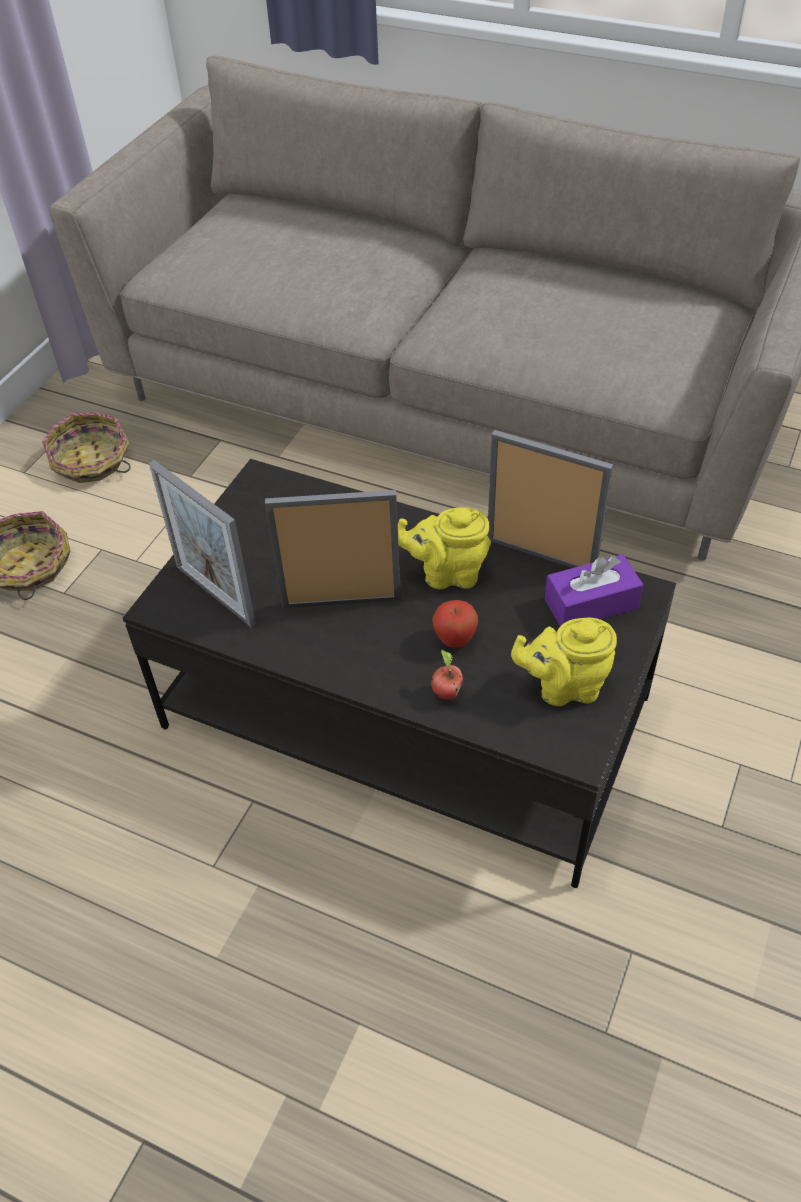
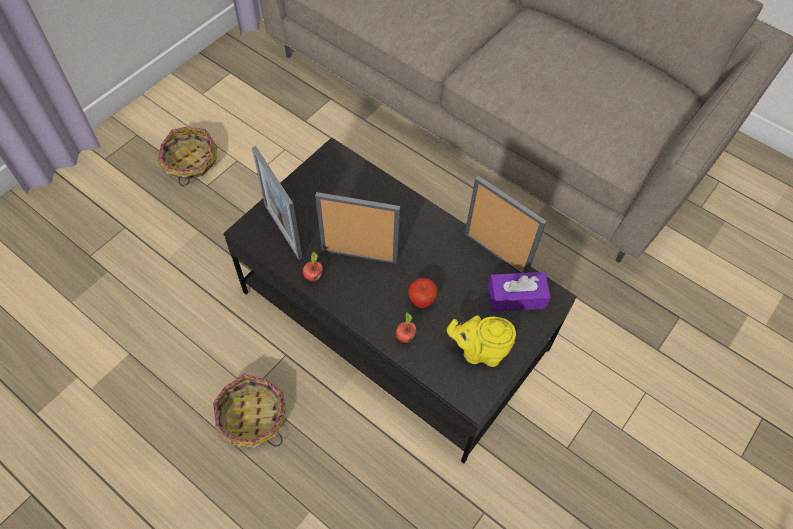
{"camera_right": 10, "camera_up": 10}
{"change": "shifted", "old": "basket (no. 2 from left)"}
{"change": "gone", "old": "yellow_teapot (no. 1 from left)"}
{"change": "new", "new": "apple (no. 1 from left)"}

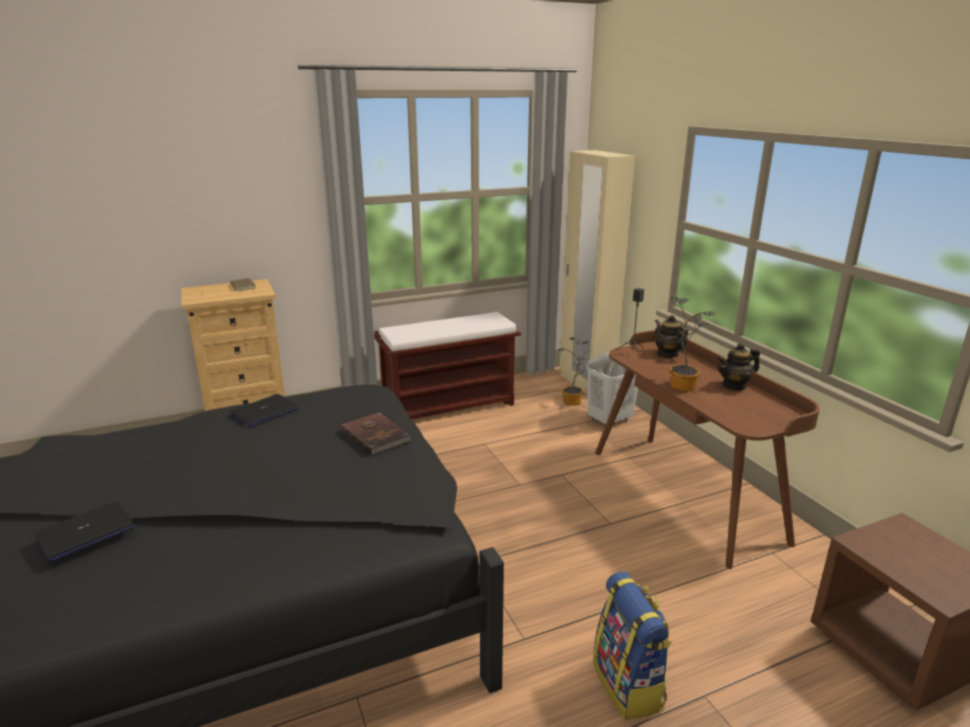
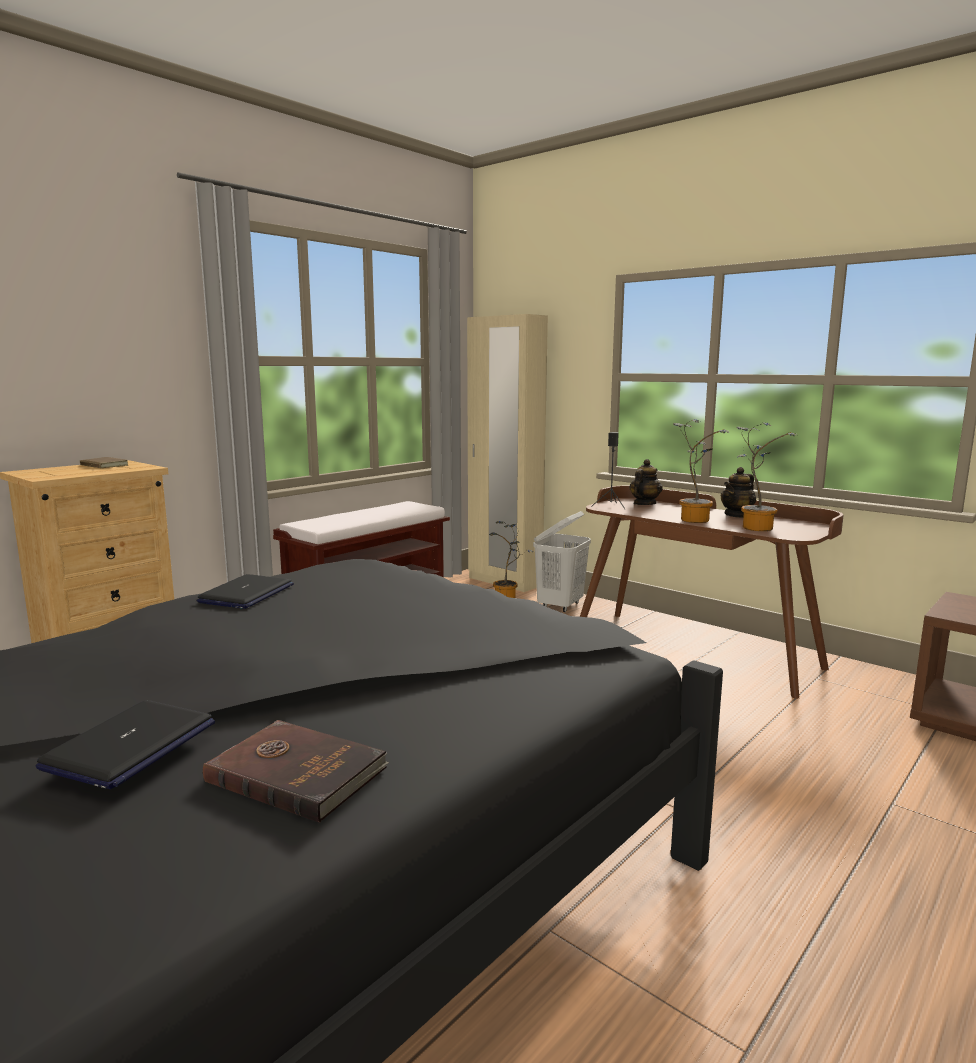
{"camera_right": -25, "camera_up": -10}
{"change": "rotated", "old": "teapot (no. 1 from left)", "degrees": 90}
{"change": "shifted", "old": "brown_book (no. 2 from left)"}
{"change": "gone", "old": "backpack"}
{"change": "new", "new": "potted_plant (no. 3 from left)"}

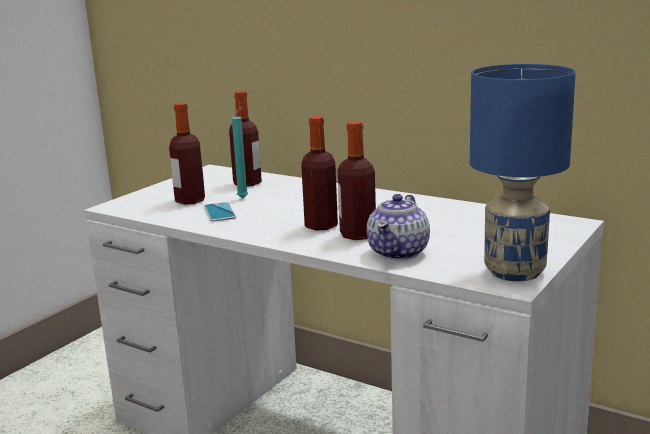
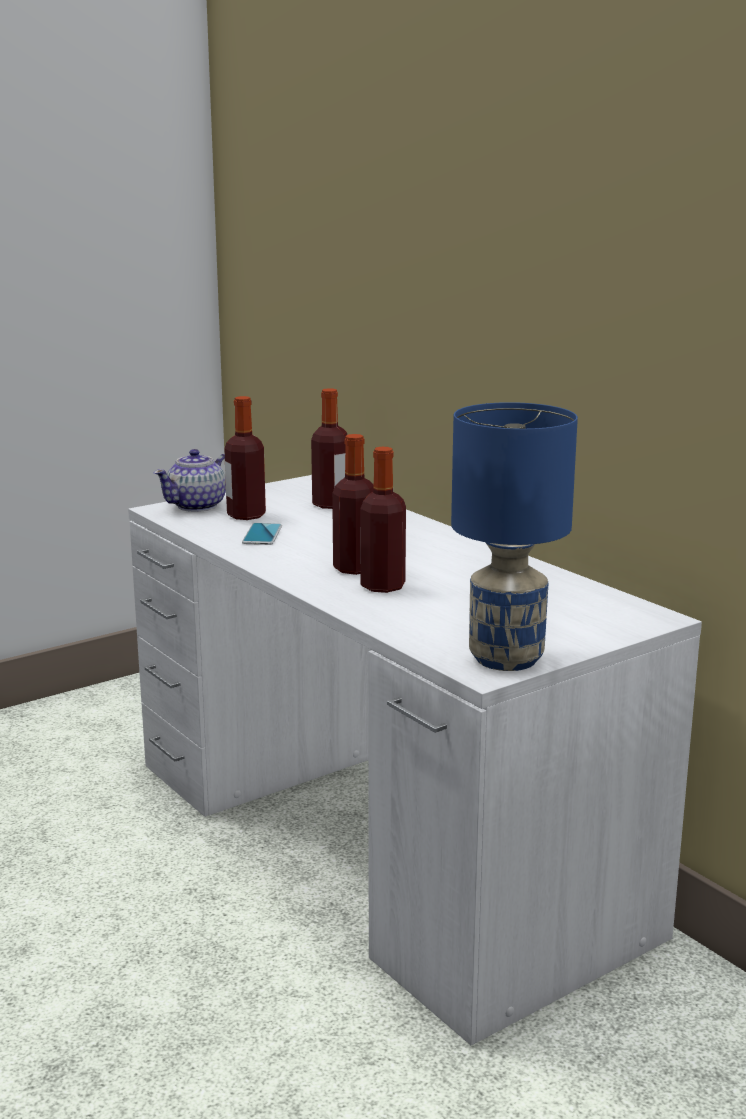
{"camera_right": 20, "camera_up": 0}
{"change": "gone", "old": "turquoise_candle"}
{"change": "shifted", "old": "teapot"}

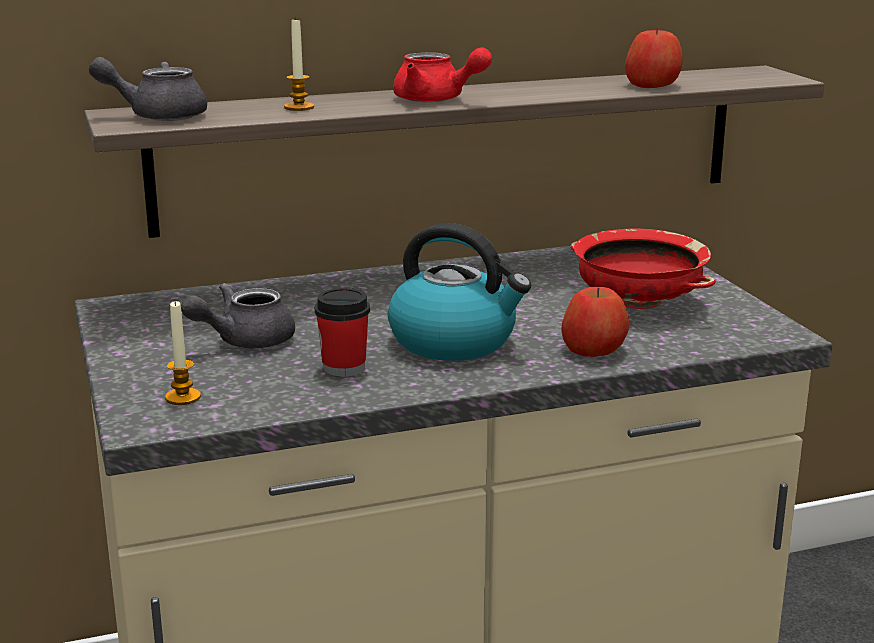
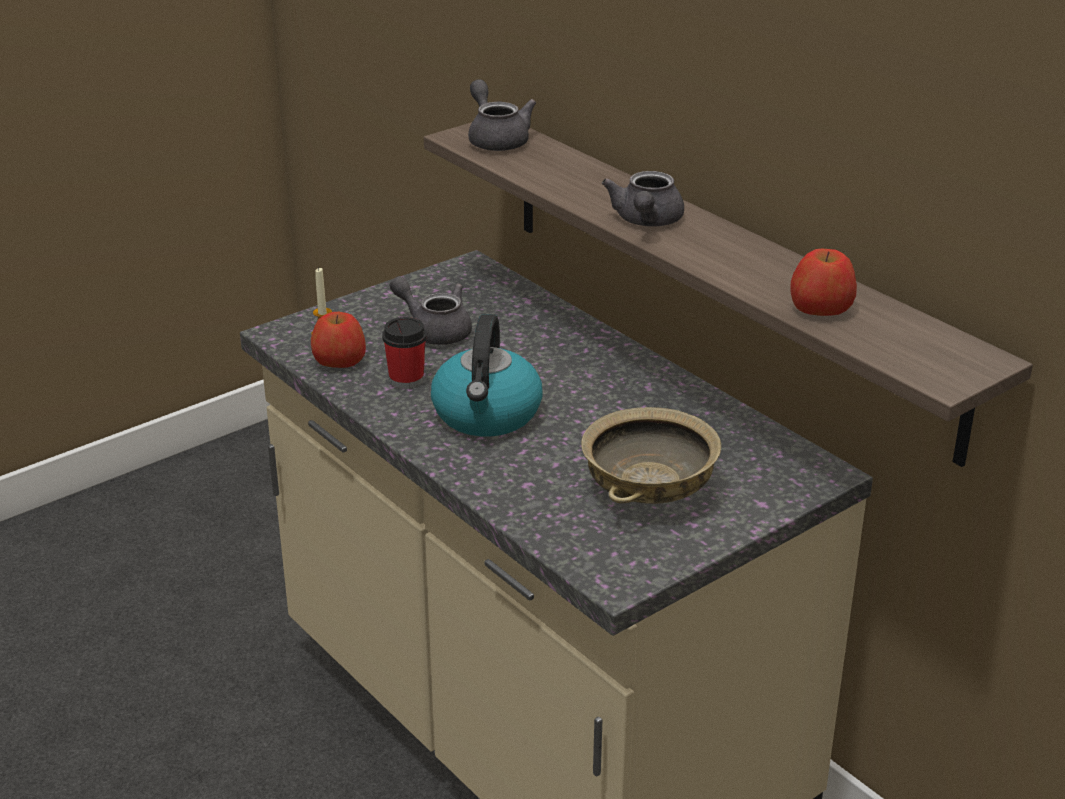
{"camera_right": 70, "camera_up": 10}
{"change": "gone", "old": "candle (no. 2 from left)"}
{"change": "repainted", "old": "red_teapot", "new": "grey_teapot (no. 3 from left)"}
{"change": "repainted", "old": "red_bowl", "new": "beige_bowl"}
{"change": "shifted", "old": "apple (no. 1 from left)"}

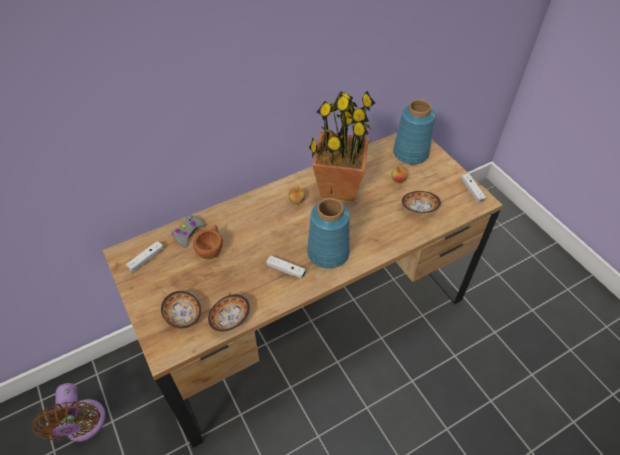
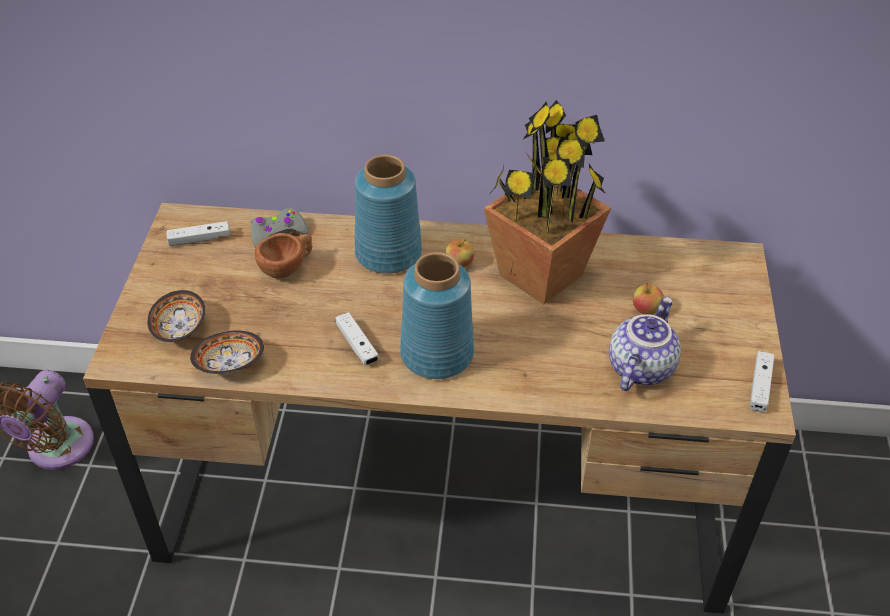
{"camera_right": 35, "camera_up": -5}
{"change": "shifted", "old": "blue_vase (no. 2 from left in the first image)", "new": "blue_vase (no. 1 from left)"}
{"change": "swapped", "old": "bowl (no. 3 from left)", "new": "teapot"}

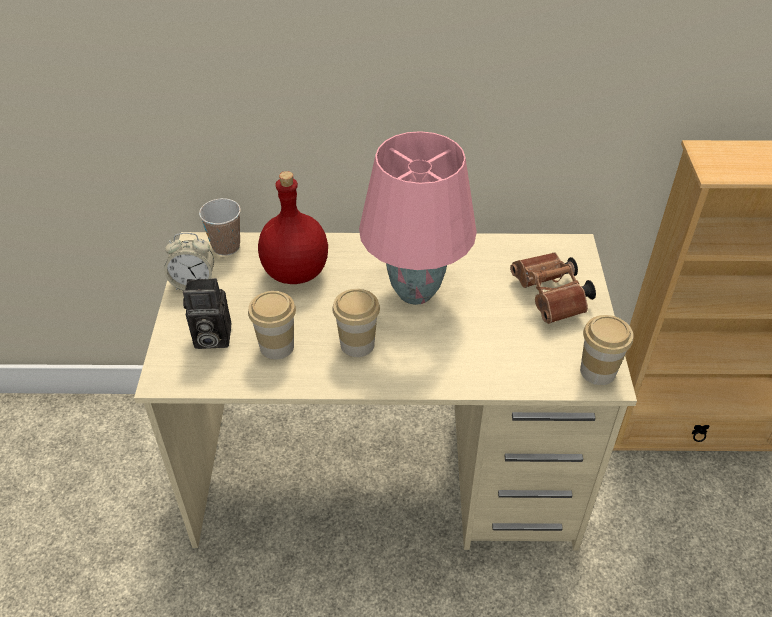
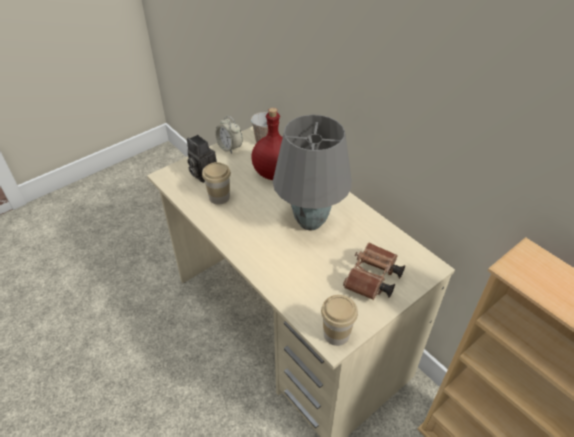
{"camera_right": 50, "camera_up": 0}
{"change": "repainted", "old": "pink_table_lamp", "new": "grey_table_lamp"}
{"change": "gone", "old": "cup (no. 3 from left)"}

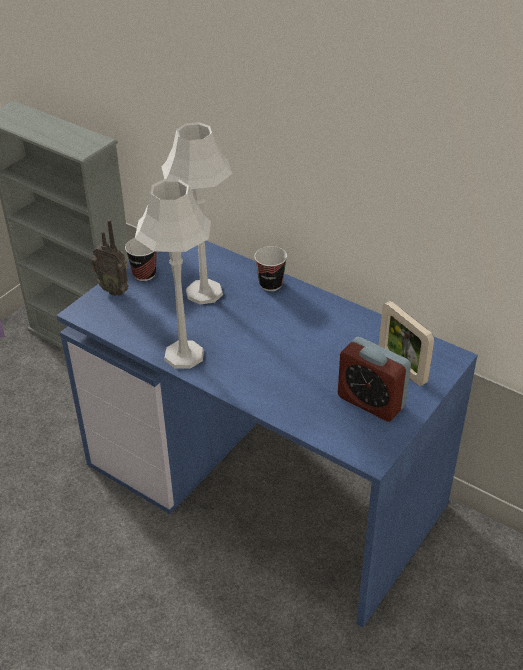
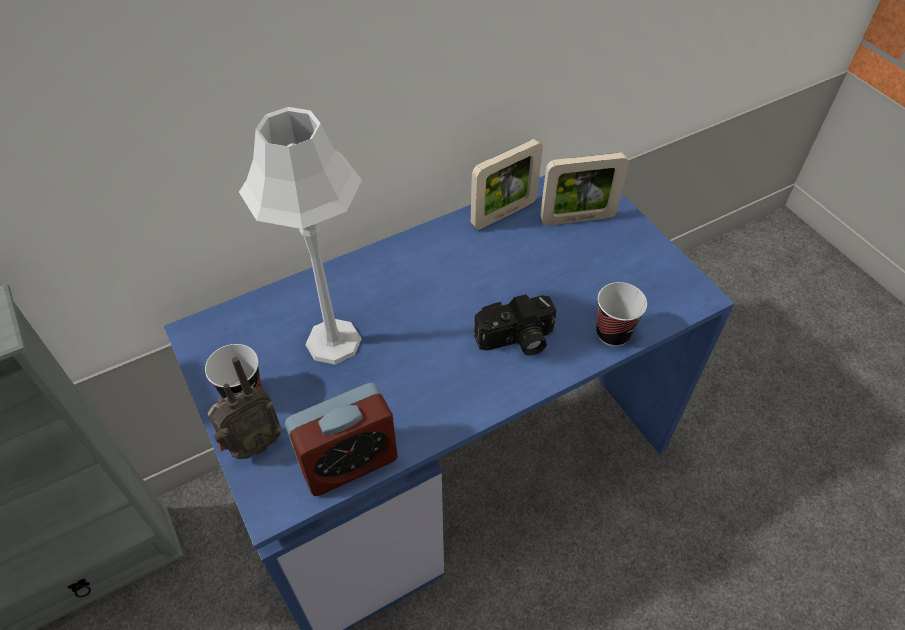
{"camera_right": -65, "camera_up": 10}
{"change": "gone", "old": "grey_table_lamp (no. 1 from left)"}
{"change": "shifted", "old": "cup (no. 2 from left)"}
{"change": "shifted", "old": "alarm_clock"}
{"change": "new", "new": "picture_frame (no. 1 from left)"}
{"change": "new", "new": "photo_camera"}

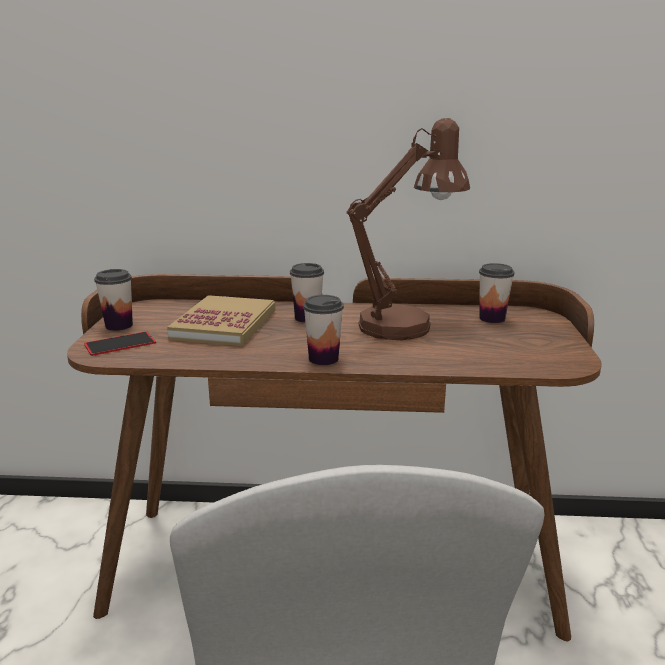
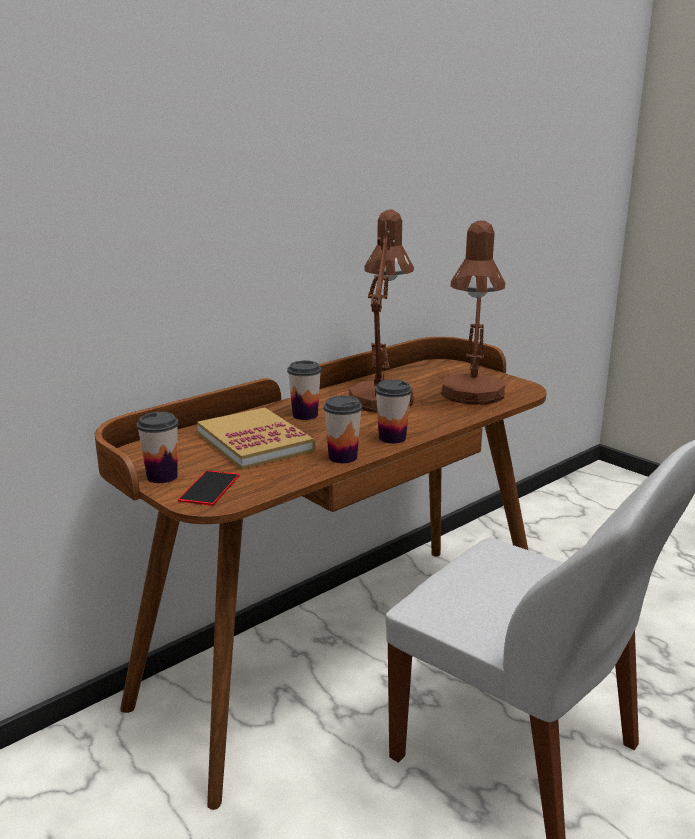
{"camera_right": -45, "camera_up": 0}
{"change": "shifted", "old": "cup (no. 4 from left in the first image)", "new": "cup (no. 3 from left)"}
{"change": "new", "new": "brown_table_lamp (no. 2 from left)"}

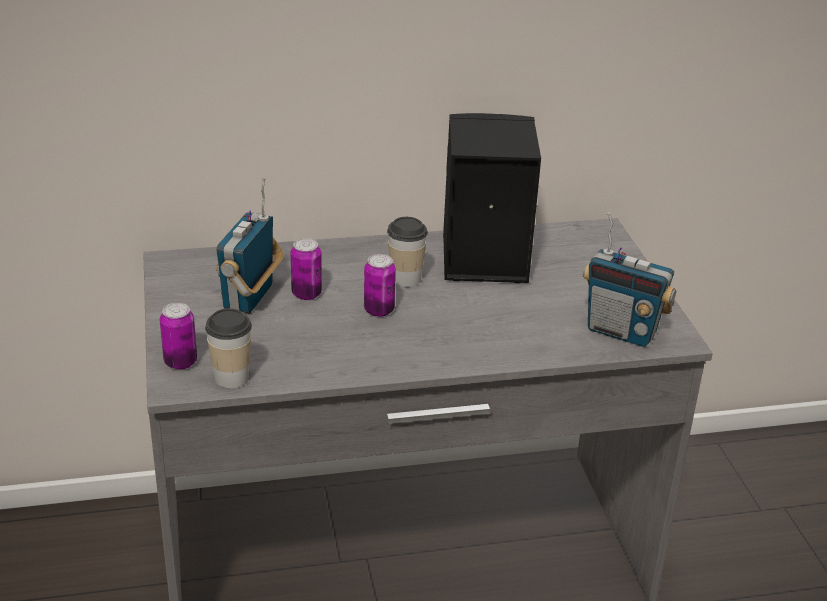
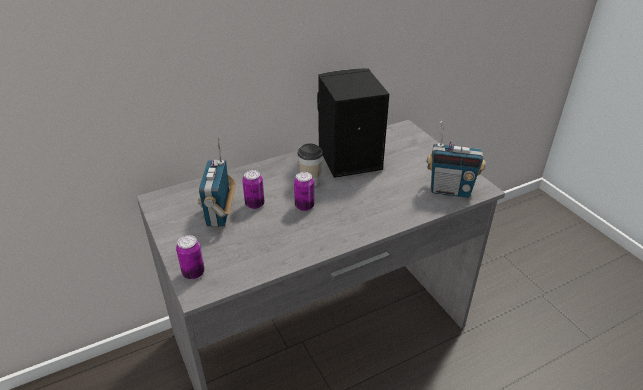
{"camera_right": -15, "camera_up": 5}
{"change": "gone", "old": "cup (no. 1 from left)"}

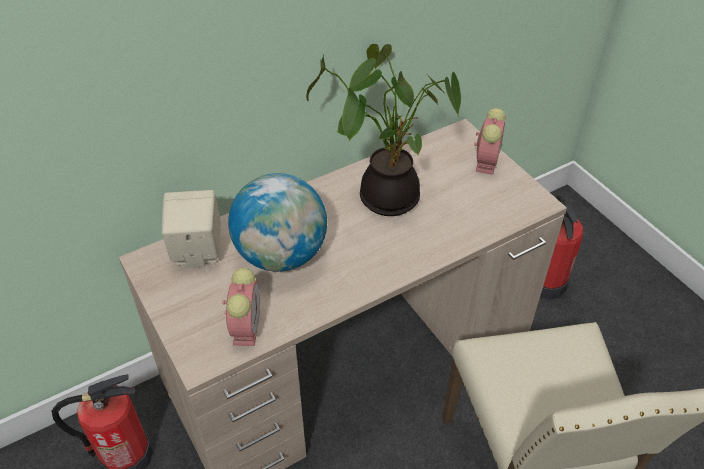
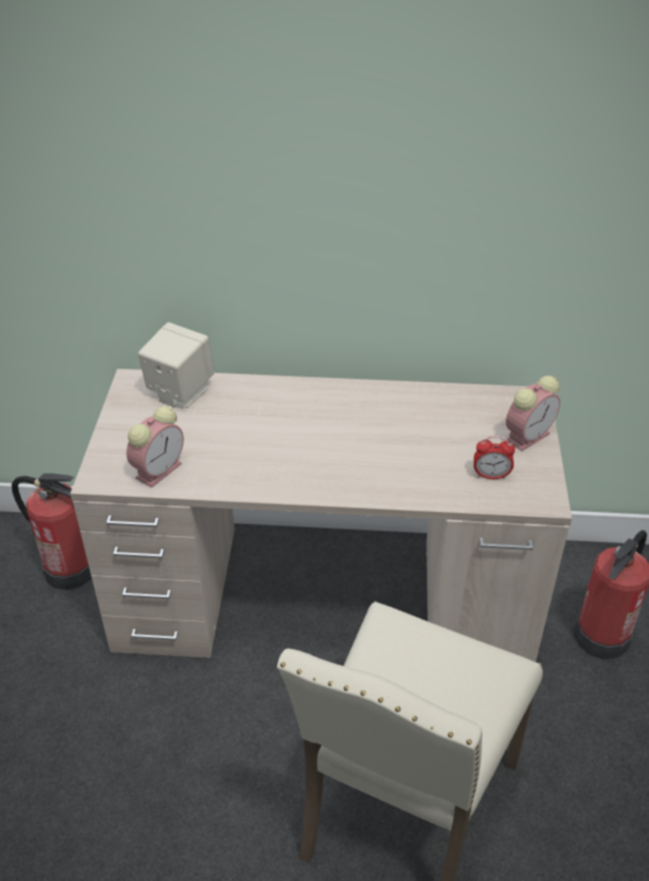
{"camera_right": 35, "camera_up": -5}
{"change": "gone", "old": "potted_plant"}
{"change": "gone", "old": "globe"}
{"change": "new", "new": "alarm_clock (no. 2 from left)"}

